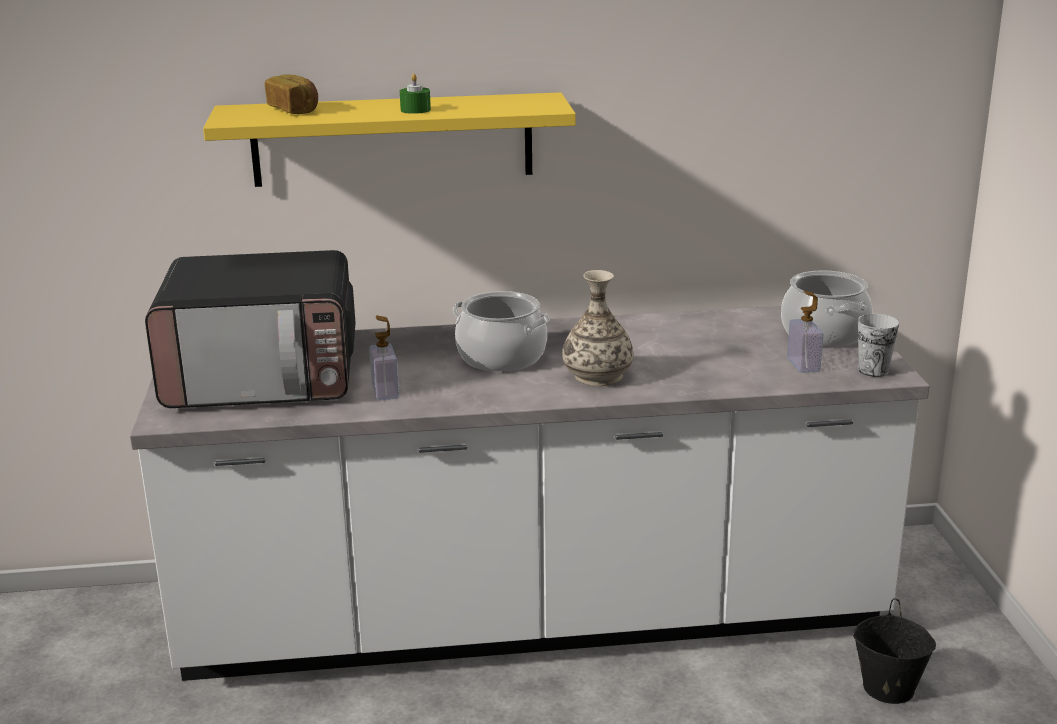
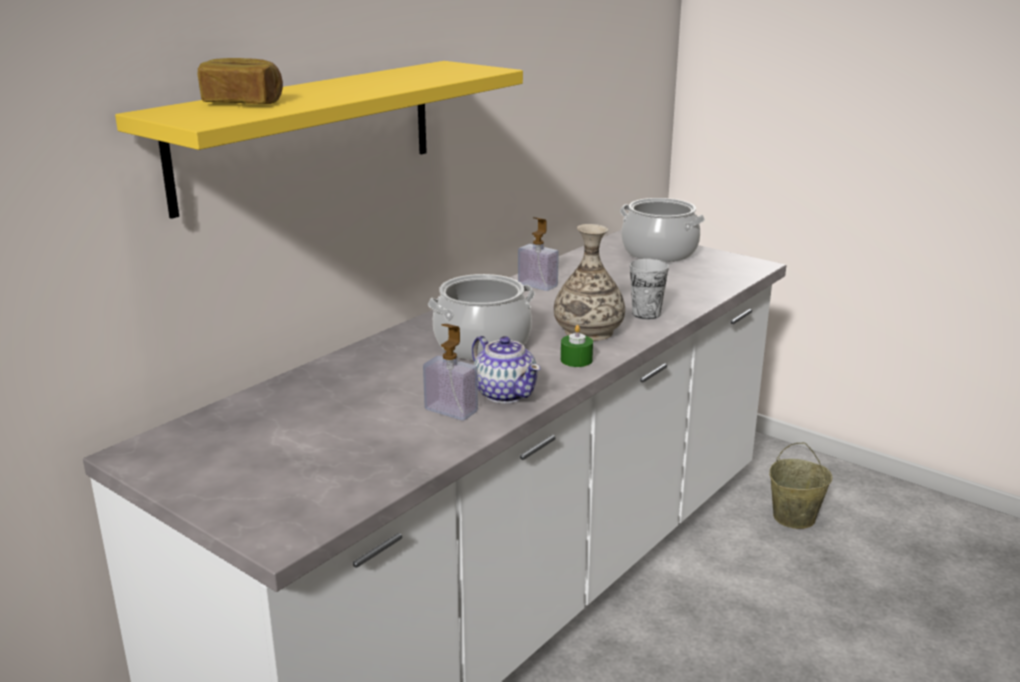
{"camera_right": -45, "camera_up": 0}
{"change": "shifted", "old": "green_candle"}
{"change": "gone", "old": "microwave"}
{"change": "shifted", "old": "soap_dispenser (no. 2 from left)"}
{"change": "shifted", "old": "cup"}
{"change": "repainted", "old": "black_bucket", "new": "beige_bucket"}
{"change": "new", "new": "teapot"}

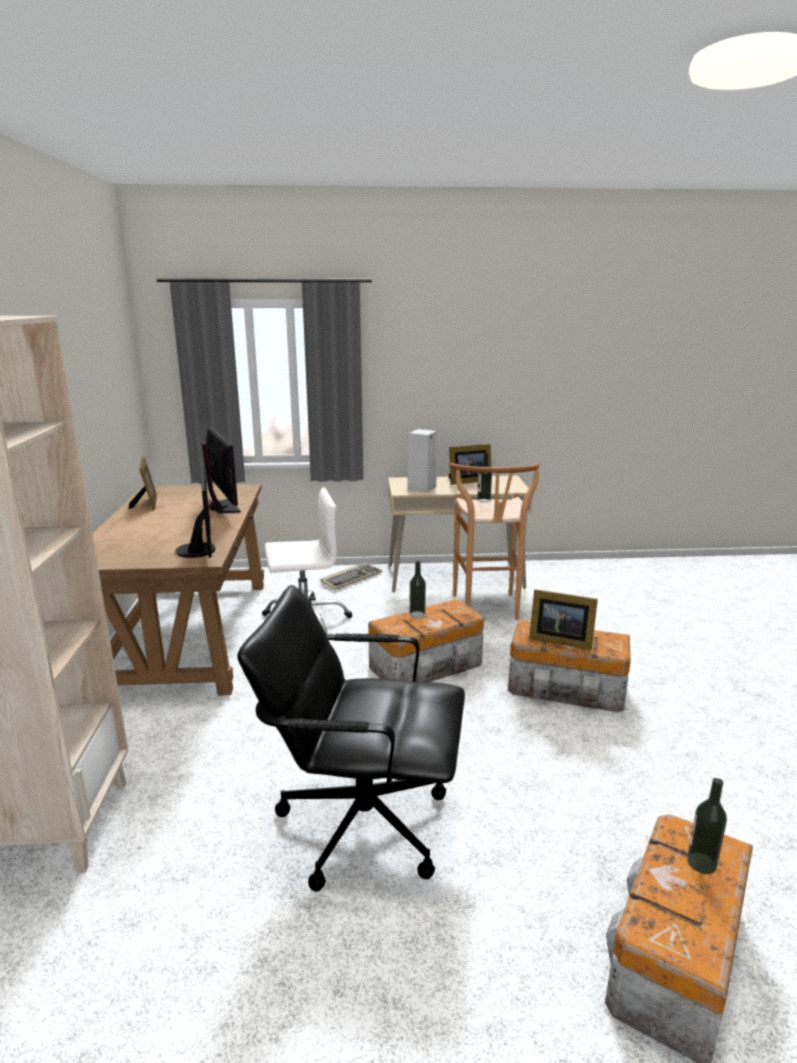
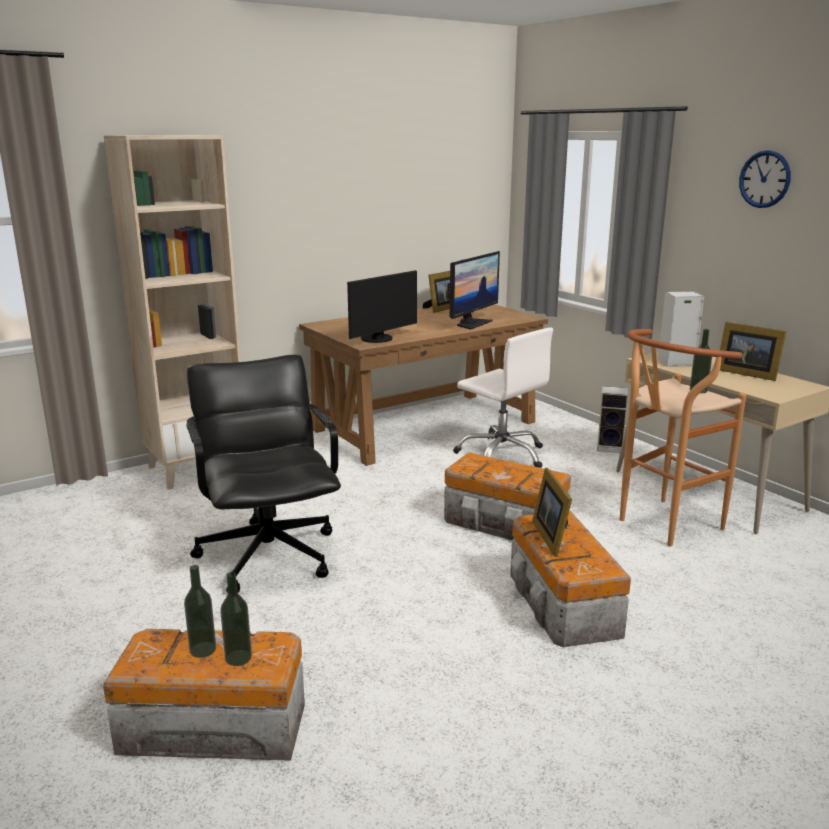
{"camera_right": 60, "camera_up": 0}
{"change": "shifted", "old": "bottle (no. 1 from left)"}
{"change": "swapped", "old": "keyboard", "new": "speaker (no. 1 from left)"}
{"change": "new", "new": "wall_clock"}

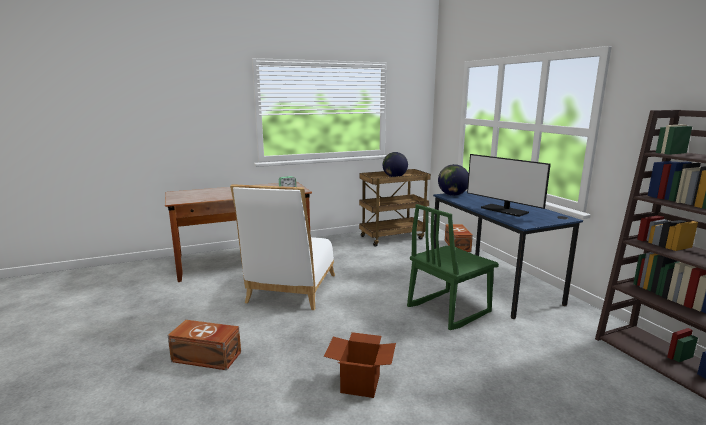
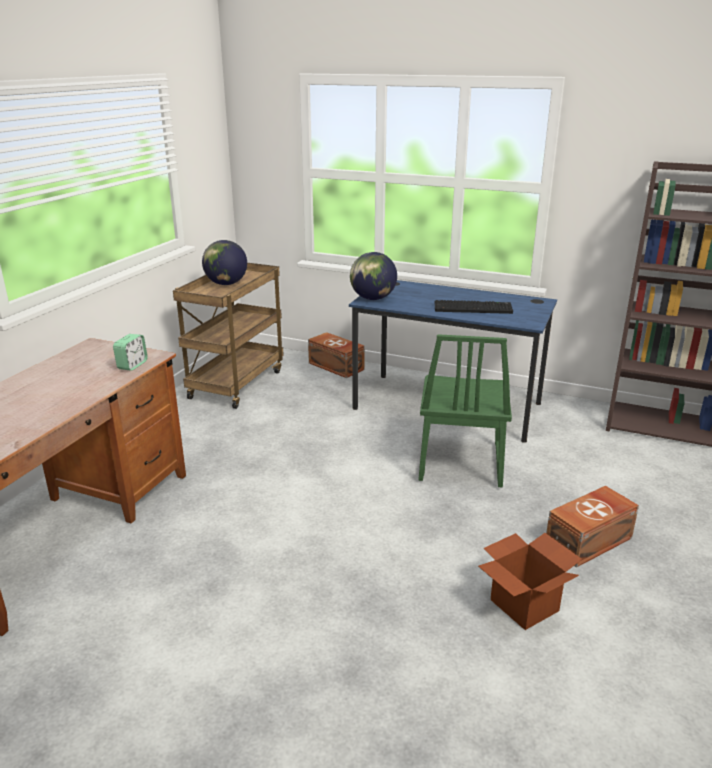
{"camera_right": -45, "camera_up": 10}
{"change": "swapped", "old": "monitor", "new": "keyboard"}
{"change": "gone", "old": "white_chair"}
{"change": "shifted", "old": "brown_storage_box (no. 1 from left in the first image)", "new": "brown_storage_box (no. 2 from left)"}

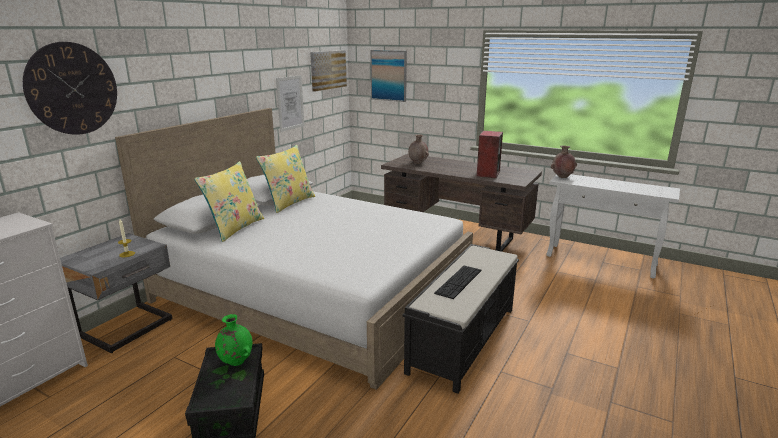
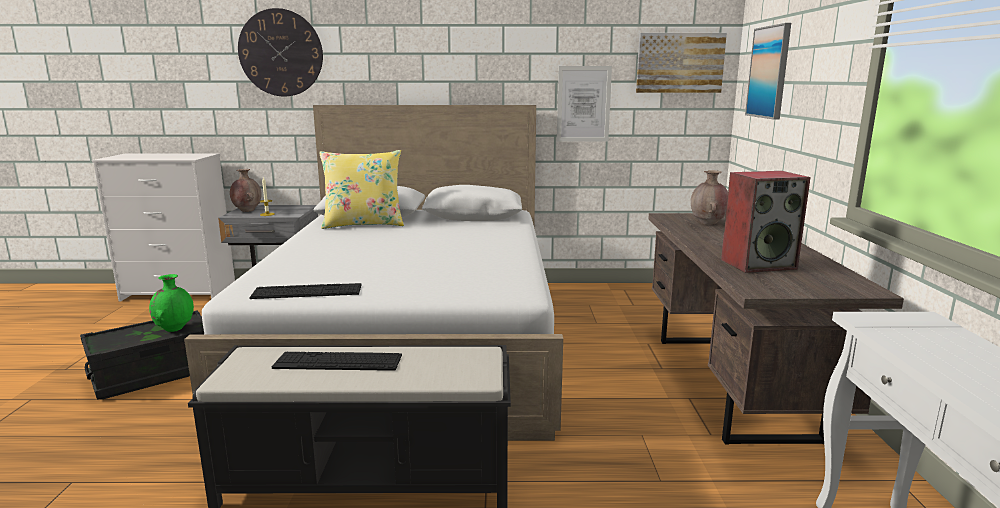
{"camera_right": 60, "camera_up": -5}
{"change": "gone", "old": "yellow_pillow (no. 2 from left)"}
{"change": "shifted", "old": "brown_vase (no. 2 from left in the first image)", "new": "brown_vase (no. 1 from left)"}
{"change": "new", "new": "keyboard (no. 1 from left)"}

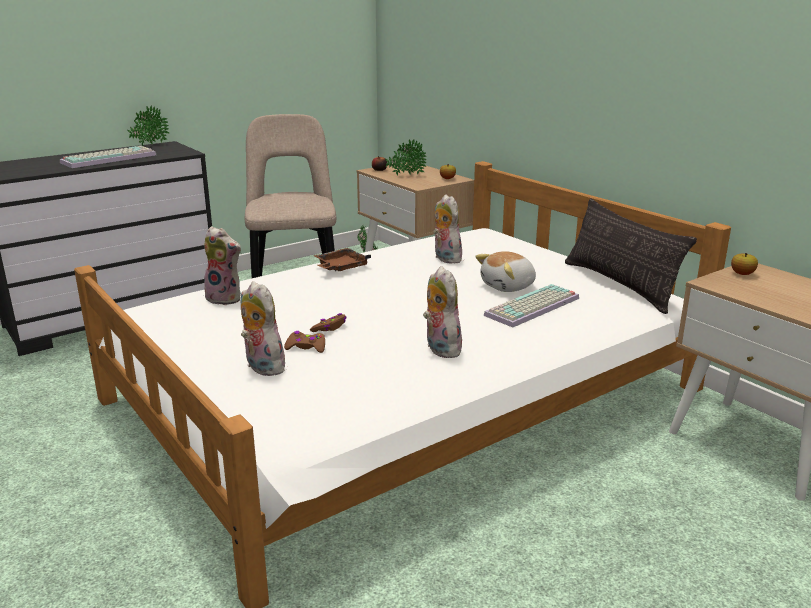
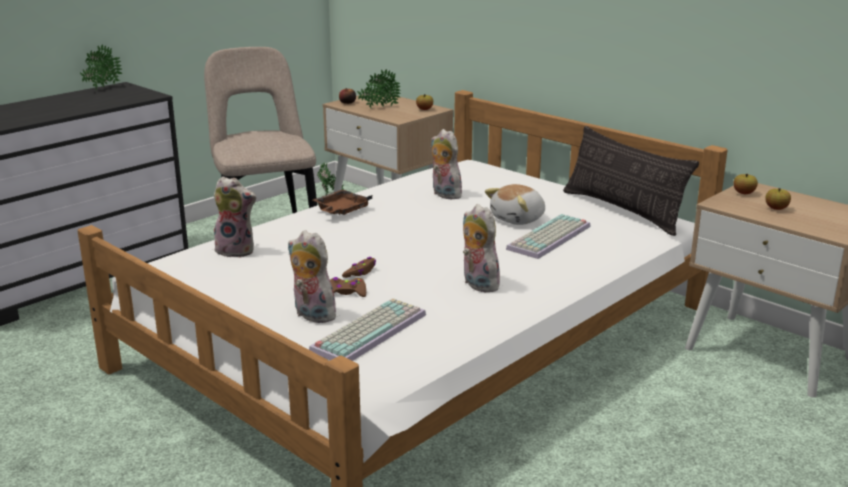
{"camera_right": -10, "camera_up": 0}
{"change": "shifted", "old": "keyboard (no. 1 from left)"}
{"change": "new", "new": "apple (no. 4 from left)"}

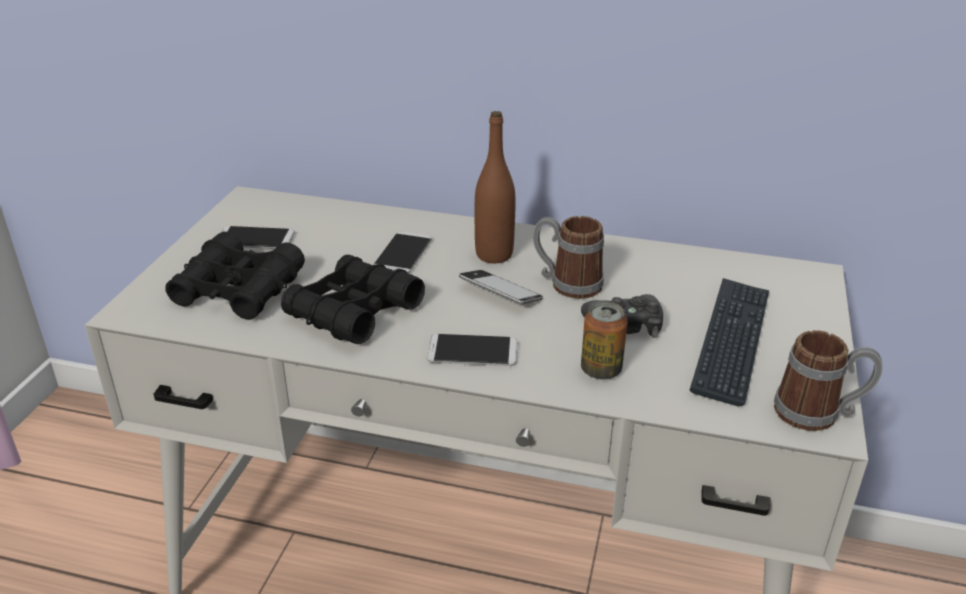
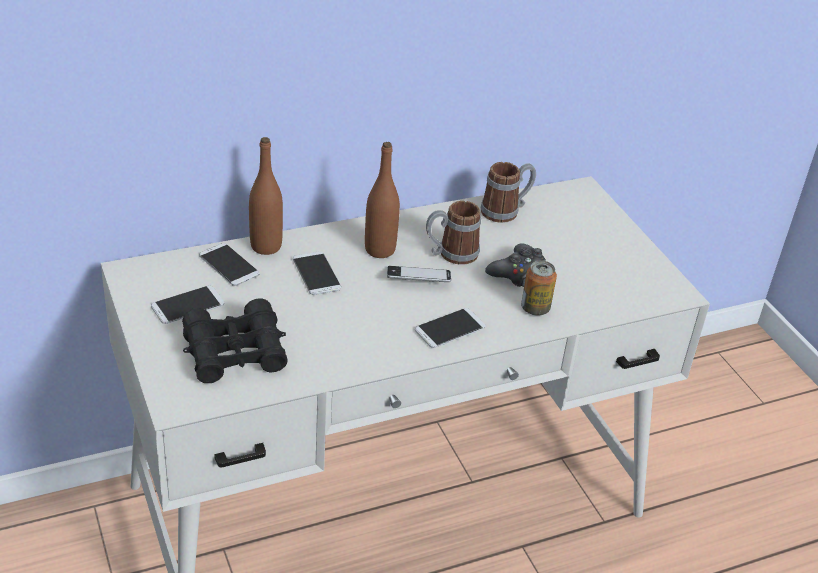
{"camera_right": -40, "camera_up": 5}
{"change": "gone", "old": "black_binoculars (no. 2 from left)"}
{"change": "gone", "old": "keyboard"}
{"change": "shifted", "old": "mug (no. 2 from left)"}
{"change": "new", "new": "brown_bottle (no. 1 from left)"}
{"change": "new", "new": "phone (no. 2 from left)"}

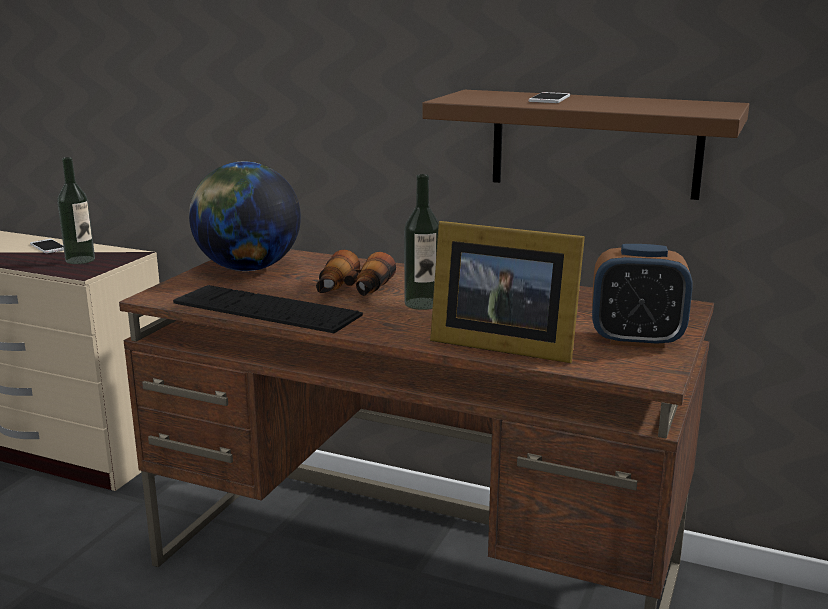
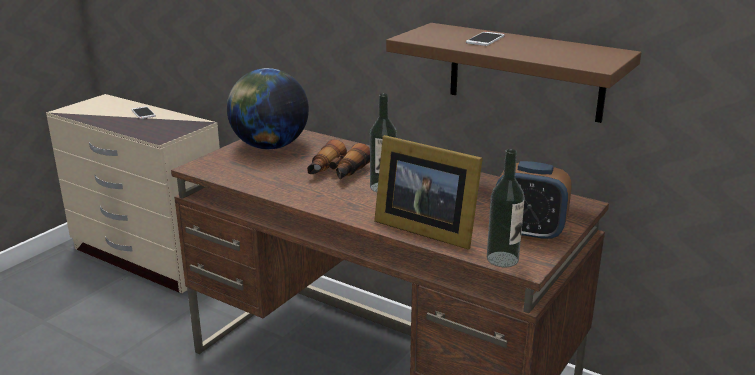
{"camera_right": 10, "camera_up": 5}
{"change": "shifted", "old": "bottle (no. 1 from left in the first image)", "new": "bottle (no. 2 from left)"}
{"change": "gone", "old": "keyboard"}

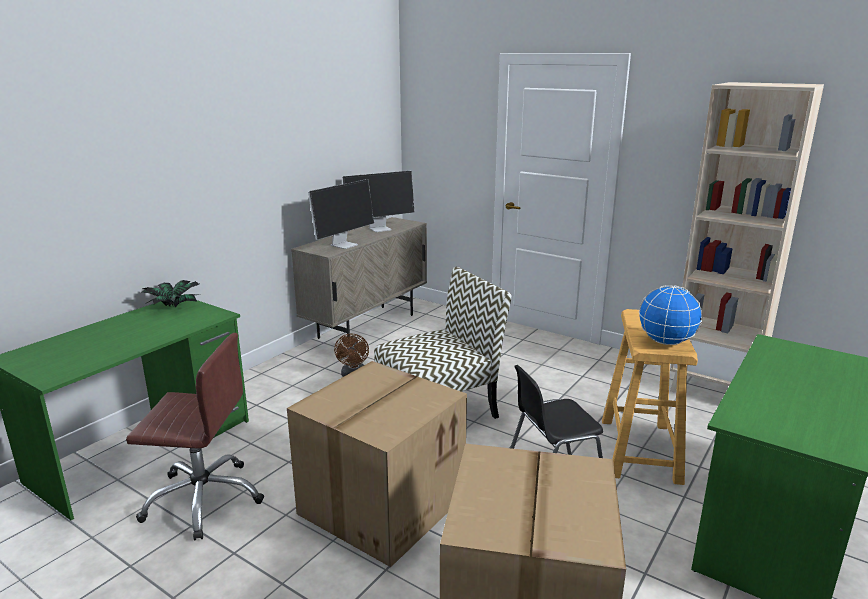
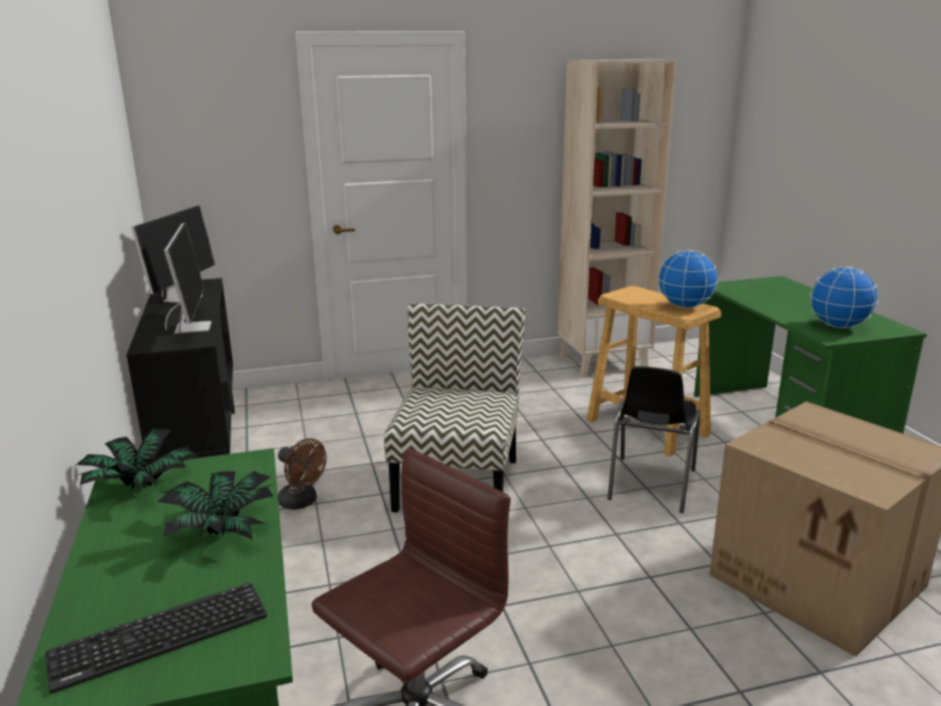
{"camera_right": -50, "camera_up": 0}
{"change": "repainted", "old": "beige_cabinet", "new": "black_cabinet"}
{"change": "gone", "old": "cardboard_box (no. 1 from left)"}
{"change": "new", "new": "globe (no. 2 from left)"}
{"change": "new", "new": "potted_plant (no. 2 from left)"}
{"change": "new", "new": "keyboard"}

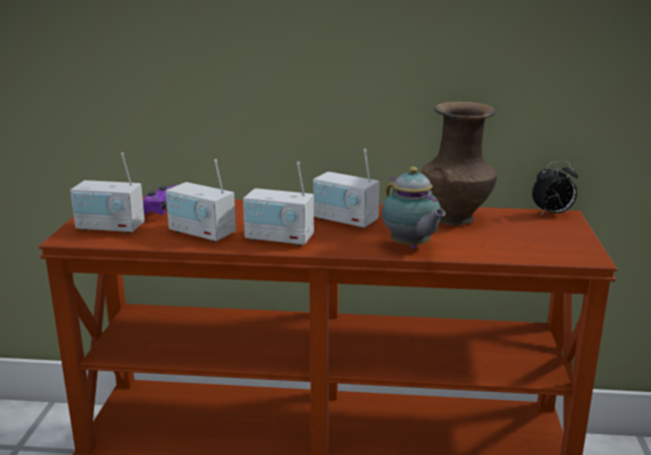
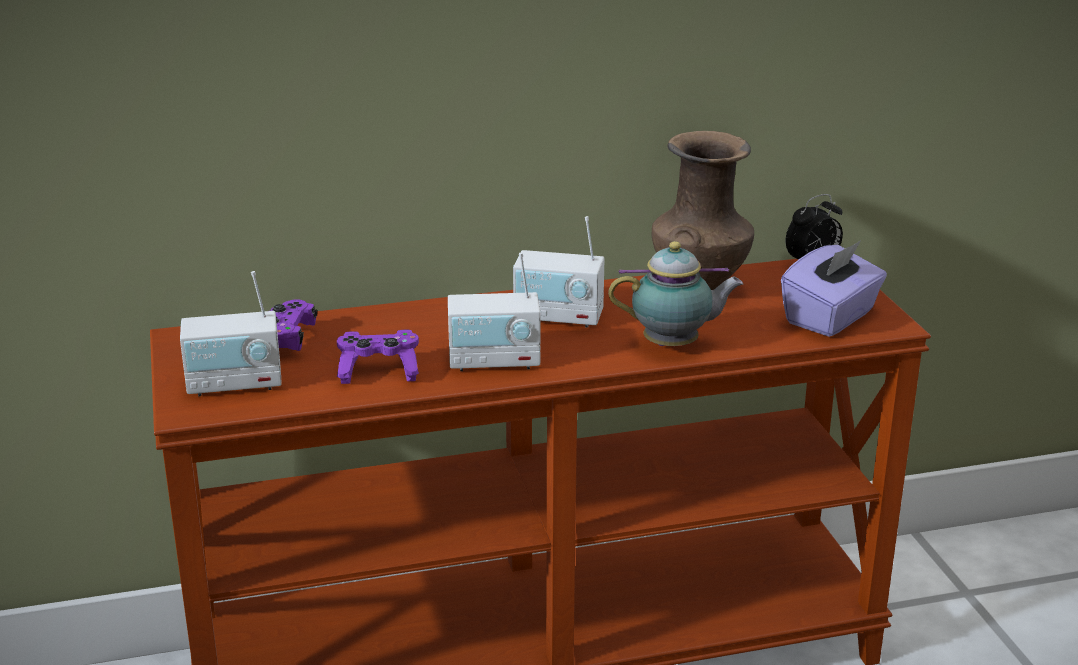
{"camera_right": -20, "camera_up": 5}
{"change": "swapped", "old": "radio (no. 2 from left)", "new": "purple_game_controller (no. 2 from left)"}
{"change": "rotated", "old": "teapot", "degrees": -45}
{"change": "new", "new": "purple_tissue_box"}

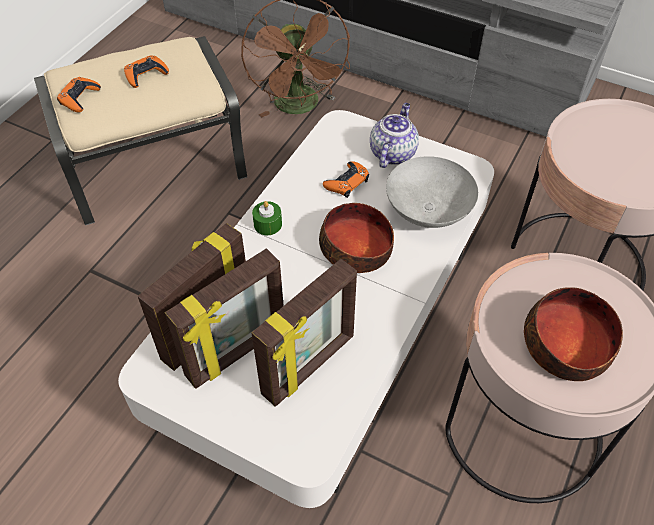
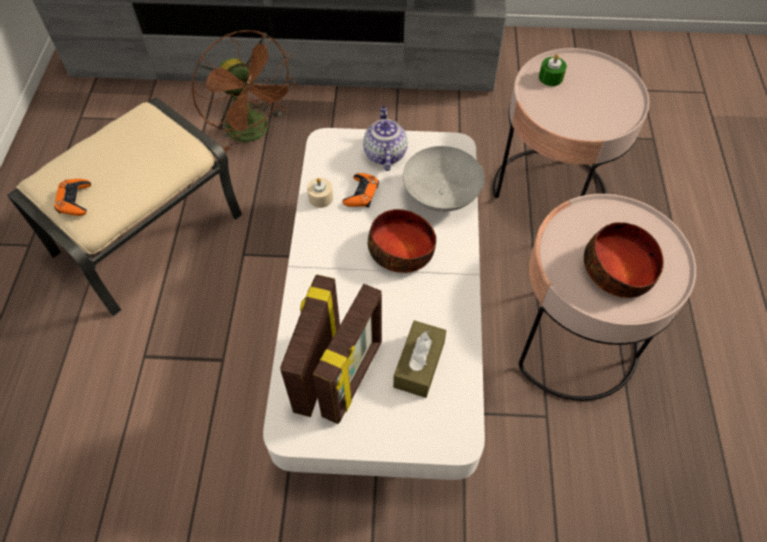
{"camera_right": -25, "camera_up": 5}
{"change": "gone", "old": "orange_game_controller (no. 2 from left)"}
{"change": "shifted", "old": "green_candle"}
{"change": "swapped", "old": "picture_frame (no. 3 from left)", "new": "brown_tissue_box"}
{"change": "new", "new": "beige_candle"}

